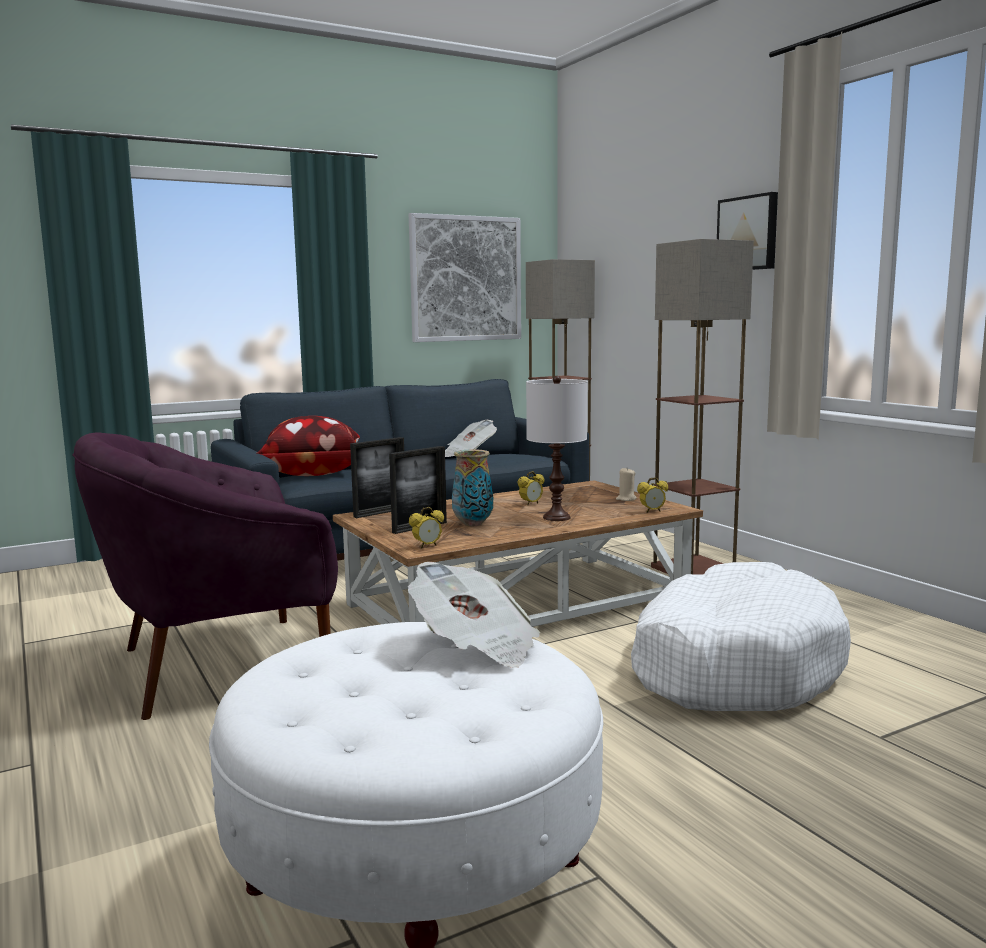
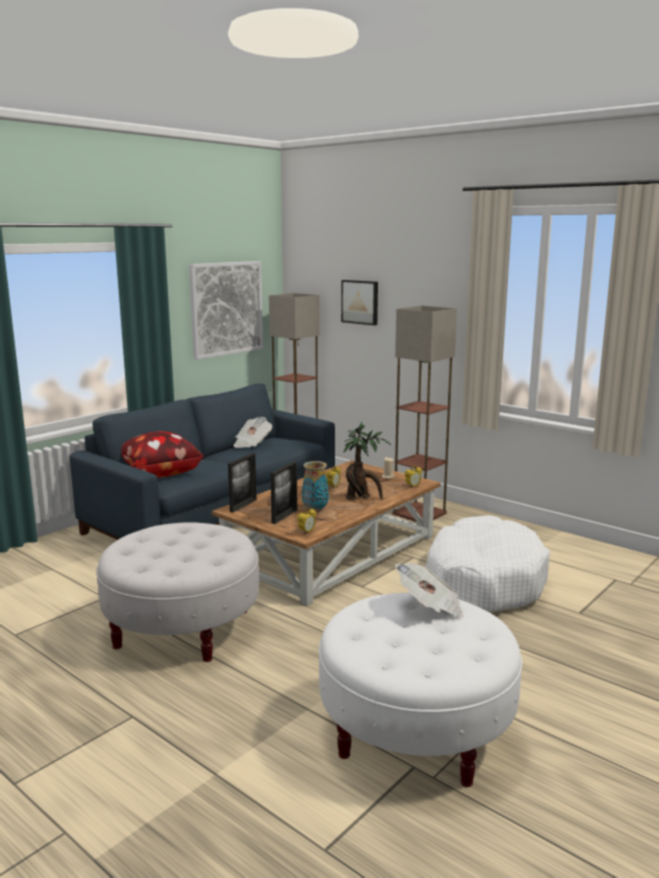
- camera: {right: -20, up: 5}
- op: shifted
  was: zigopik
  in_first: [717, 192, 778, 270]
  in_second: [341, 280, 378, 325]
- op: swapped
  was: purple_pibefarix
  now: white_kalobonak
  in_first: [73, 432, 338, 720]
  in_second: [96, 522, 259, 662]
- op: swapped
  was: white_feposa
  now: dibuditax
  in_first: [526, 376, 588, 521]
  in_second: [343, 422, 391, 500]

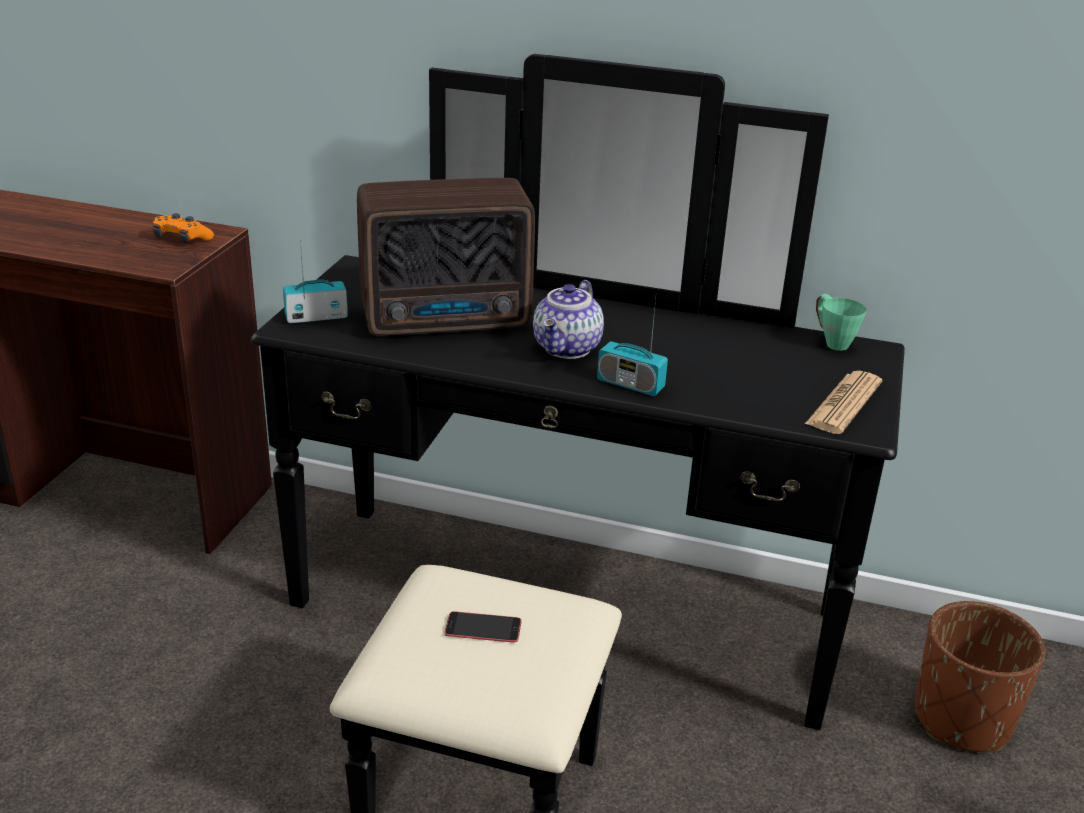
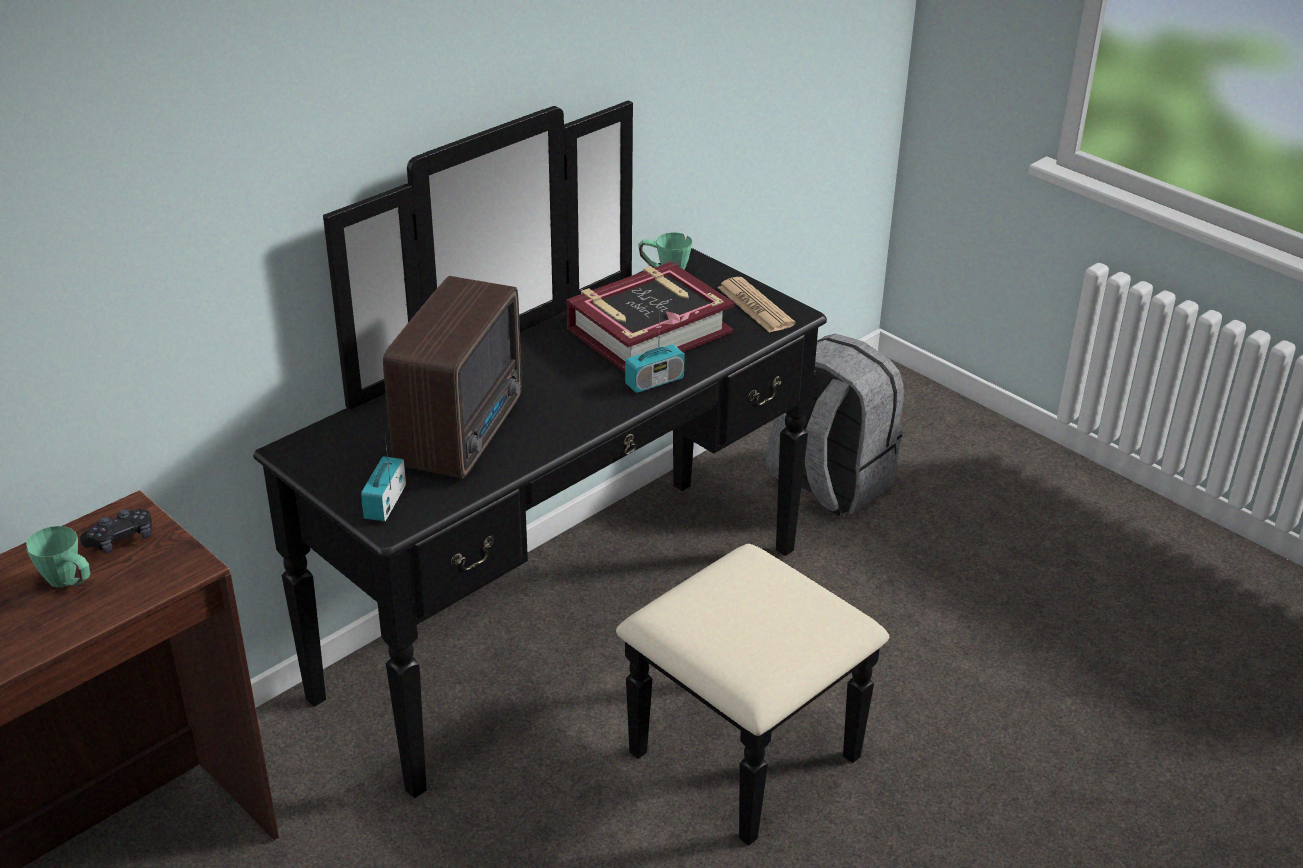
- camera: {right: -60, up: 5}
- op: gone
  was: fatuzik
  in_first: [445, 611, 521, 643]
- op: gone
  was: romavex
  in_first: [533, 280, 604, 359]
- op: new
  now: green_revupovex
  in_second: [26, 526, 90, 587]
- op: new
  now: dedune
  in_second: [567, 262, 735, 372]
- op: swapped
  was: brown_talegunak
  now: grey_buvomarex
  in_first: [915, 601, 1045, 752]
  in_second: [766, 334, 904, 516]
- op: repainted
  was: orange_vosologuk
  now: black_vosologuk
  in_first: [153, 213, 214, 242]
  in_second: [80, 509, 152, 554]

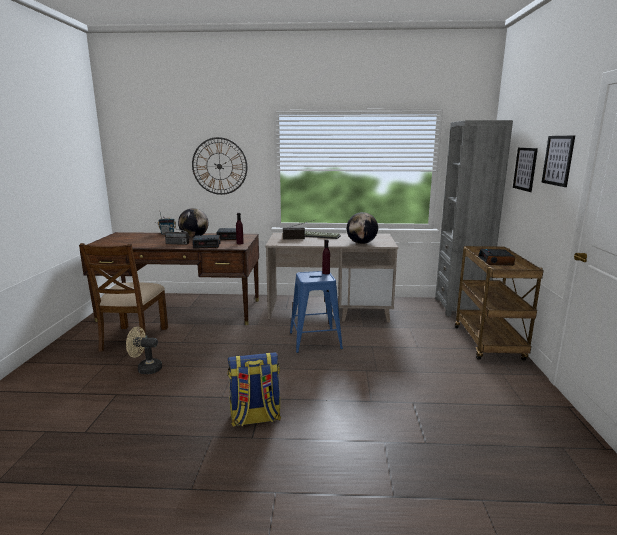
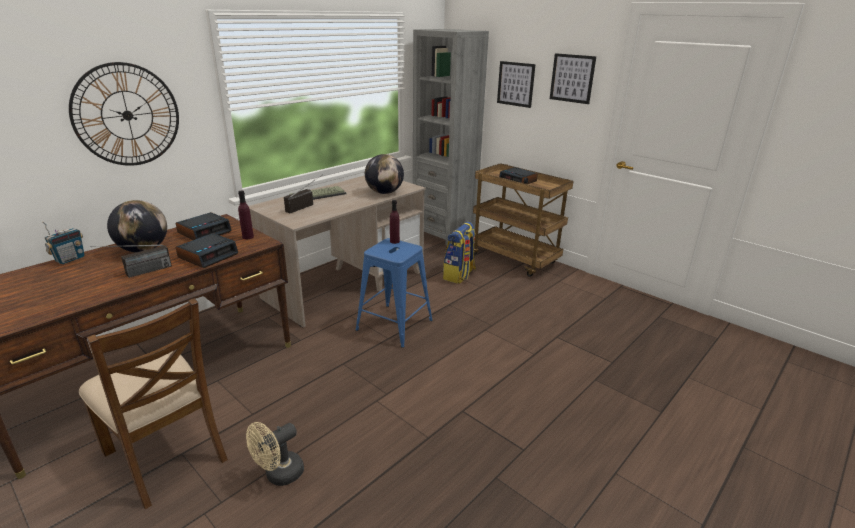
- camera: {right: -50, up: 10}
- op: shifted
  was: buvomarex
  in_first: [228, 352, 281, 427]
  in_second: [443, 222, 476, 284]

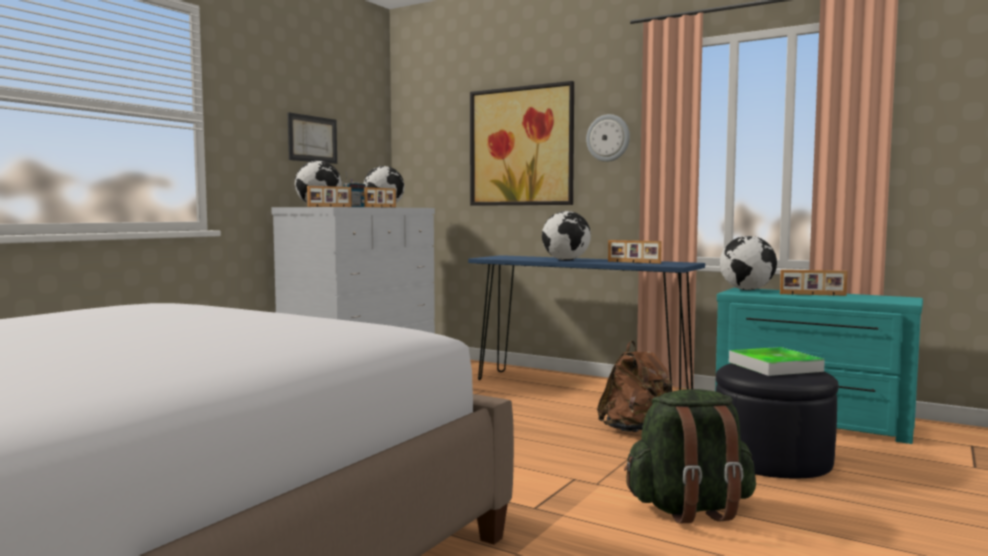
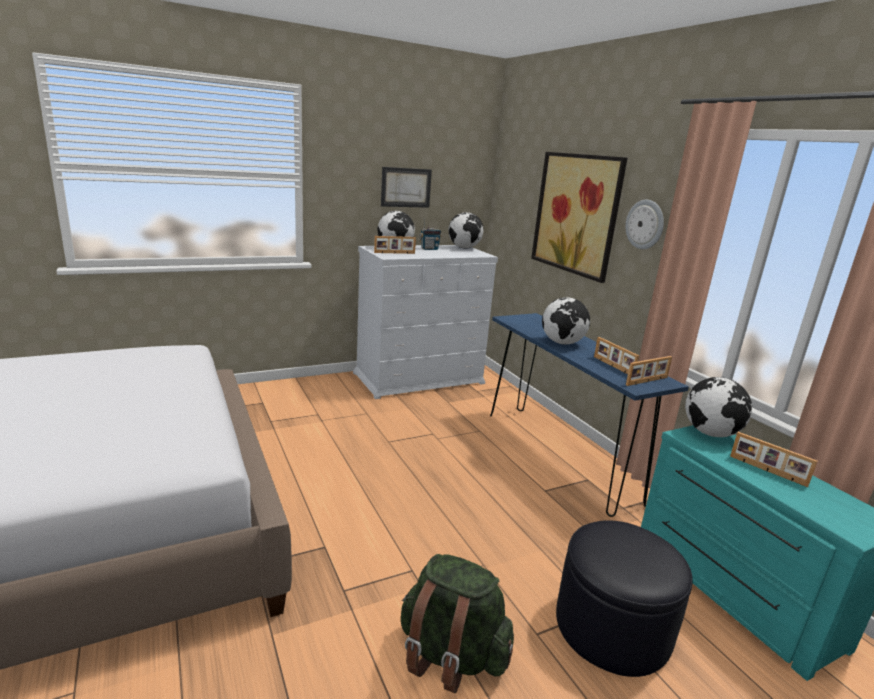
- camera: {right: 30, up: 15}
- op: gone
  was: brown_buvomarex
  in_first: [597, 341, 672, 432]
- op: gone
  was: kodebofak
  in_first: [729, 347, 825, 376]
- op: shifted
  was: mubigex
  in_first: [364, 187, 396, 207]
  in_second: [626, 356, 672, 386]

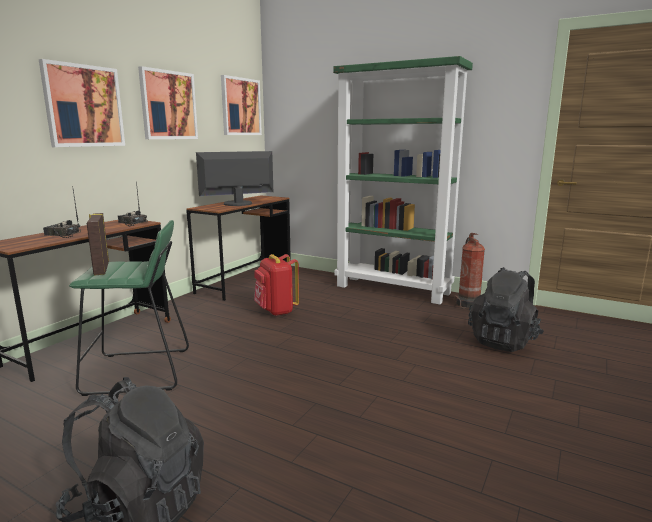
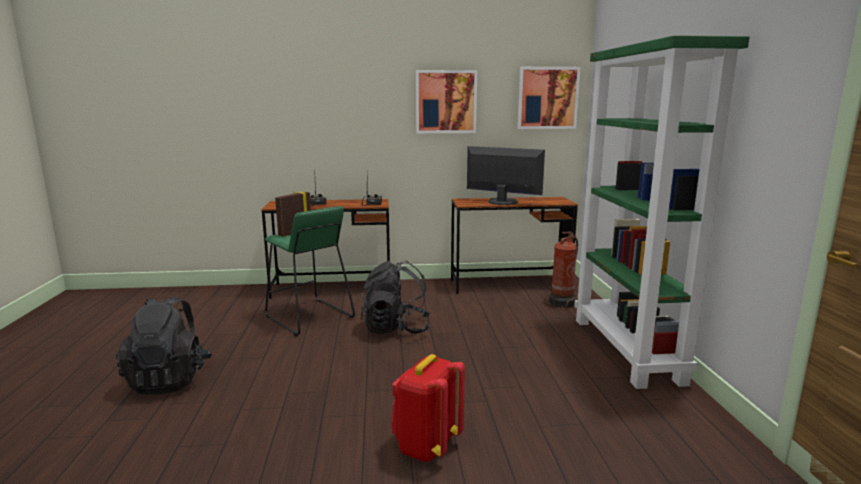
- camera: {right: 55, up: 0}
- op: gone
  was: zigopik
  in_first: [39, 59, 125, 147]
- op: shifted
  was: red_buvomarex
  in_first: [254, 254, 299, 316]
  in_second: [391, 354, 465, 462]
- op: shifted
  was: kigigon
  in_first: [454, 233, 485, 308]
  in_second: [546, 232, 578, 309]
- op: shifted
  was: black_buvomarex
  in_first: [468, 267, 544, 352]
  in_second: [361, 261, 431, 334]

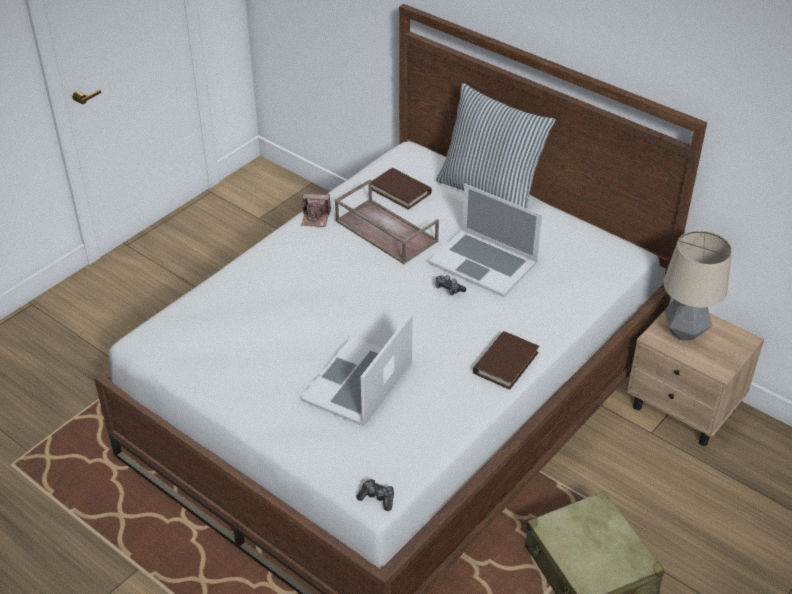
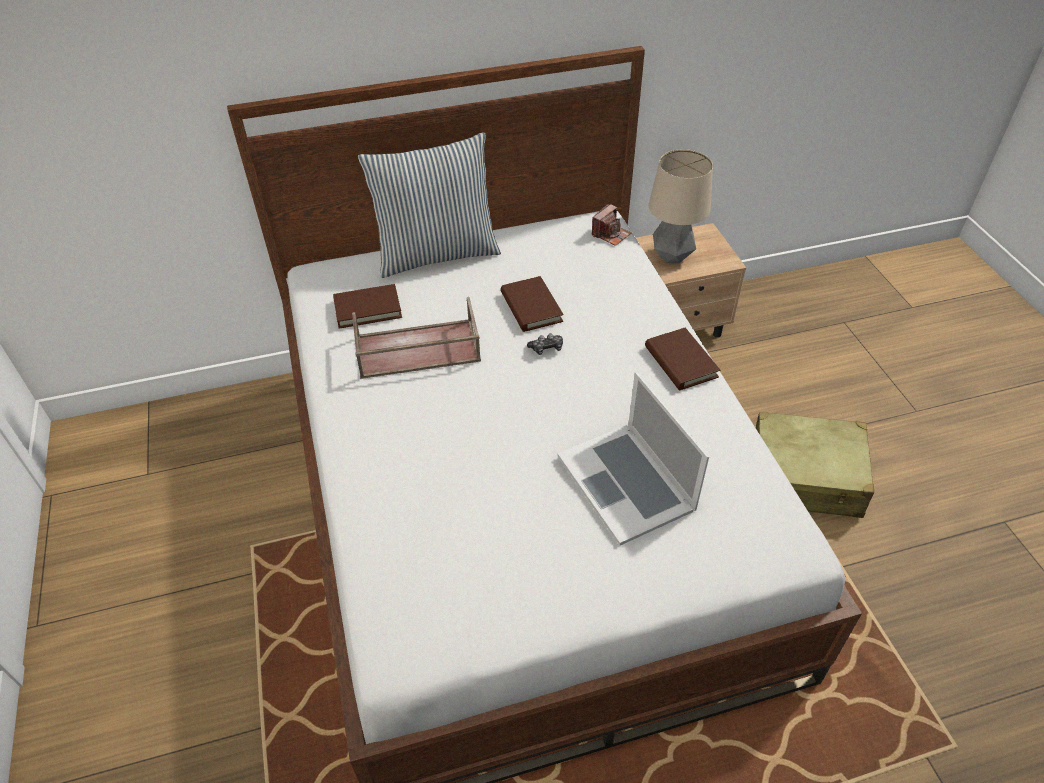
- camera: {right: -55, up: 5}
- op: gone
  was: vosologuk
  in_first: [356, 479, 394, 511]
- op: shifted
  was: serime
  in_first: [301, 193, 331, 227]
  in_second: [592, 204, 631, 246]
- op: swapped
  was: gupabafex
  now: brown_dedune
  in_first: [428, 184, 542, 297]
  in_second: [501, 276, 563, 332]

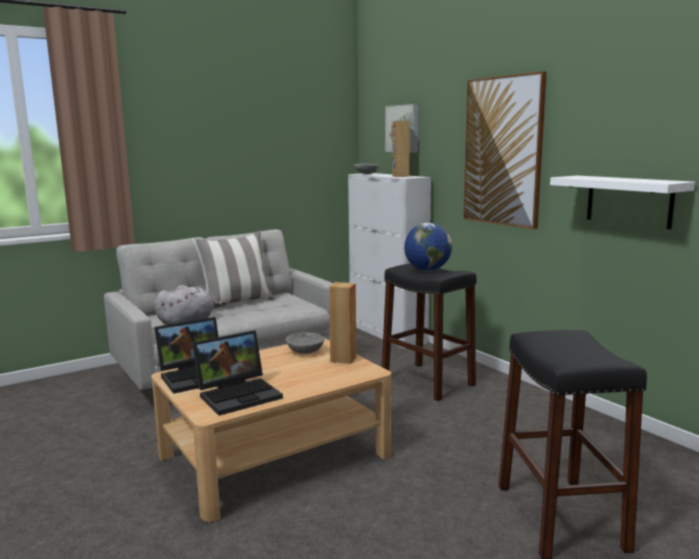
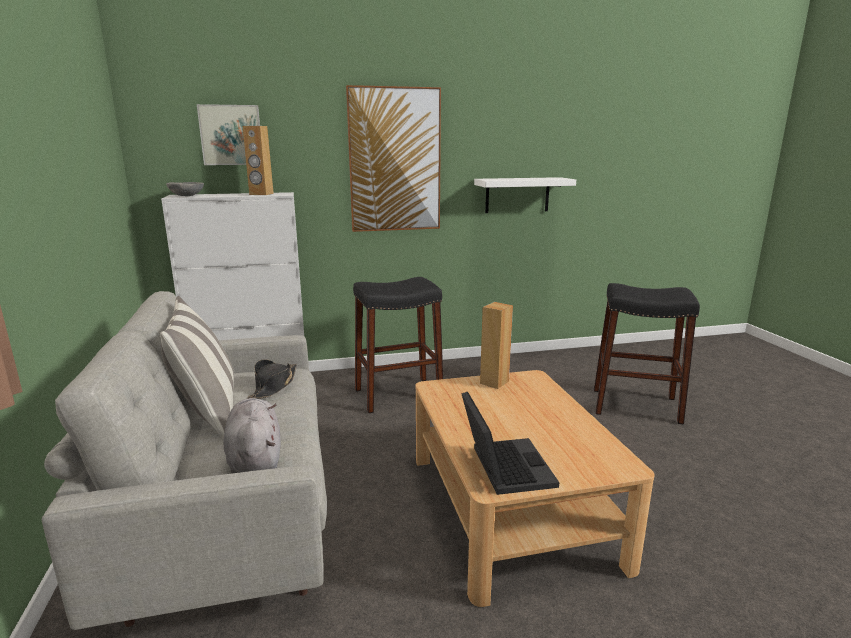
- camera: {right: -70, up: 5}
- op: gone
  was: gupabafex
  in_first: [192, 330, 283, 416]
- op: gone
  was: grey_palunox
  in_first: [286, 332, 324, 354]
- op: gone
  was: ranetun
  in_first: [404, 223, 452, 271]
- op: new
  now: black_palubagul
  in_second: [247, 359, 297, 399]

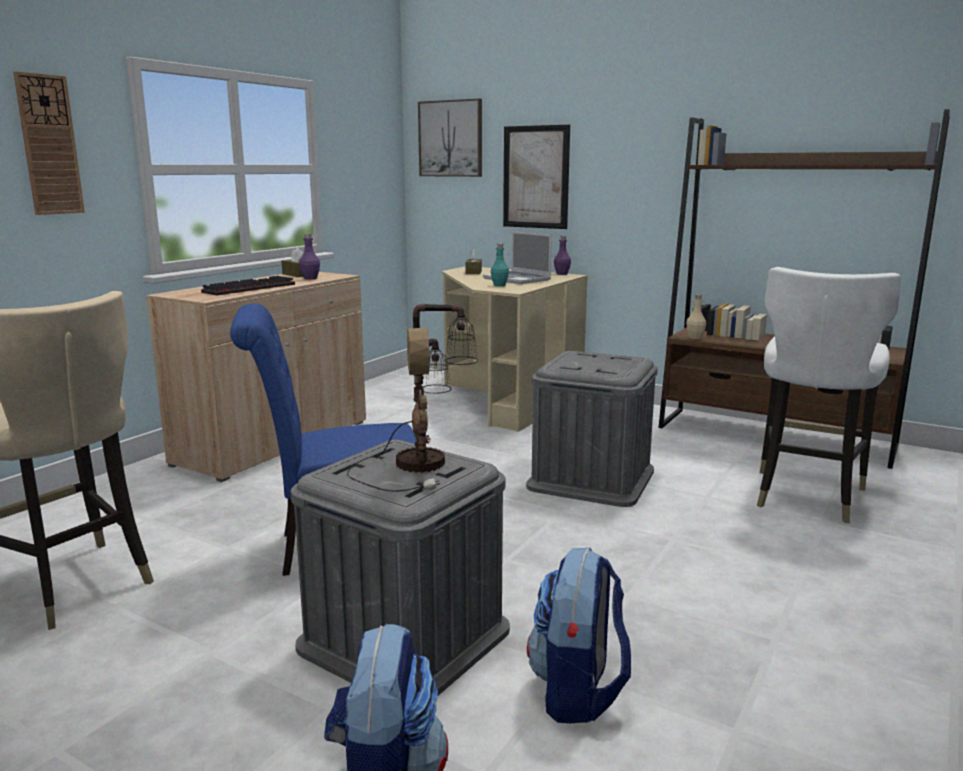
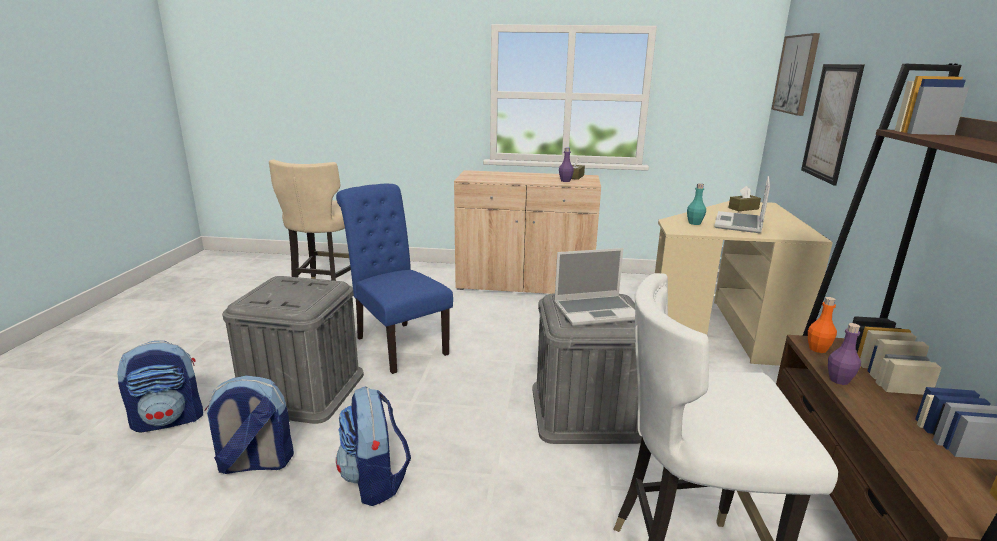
- camera: {right: 65, up: 5}
- op: gone
  was: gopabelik
  in_first: [13, 71, 85, 215]
- op: gone
  was: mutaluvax
  in_first: [201, 276, 295, 296]
- op: gone
  was: feposa
  in_first: [347, 304, 478, 492]
- op: new
  now: buvomarex
  in_second: [336, 386, 411, 506]
- op: new
  now: gupabafex
  in_second: [554, 248, 635, 327]
- op: shifted
  was: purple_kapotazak
  in_first: [554, 236, 571, 275]
  in_second: [828, 323, 861, 385]
- op: repainted
  was: beige_kapotazak
  now: orange_kapotazak
  in_first: [686, 294, 706, 339]
  in_second: [808, 297, 837, 353]

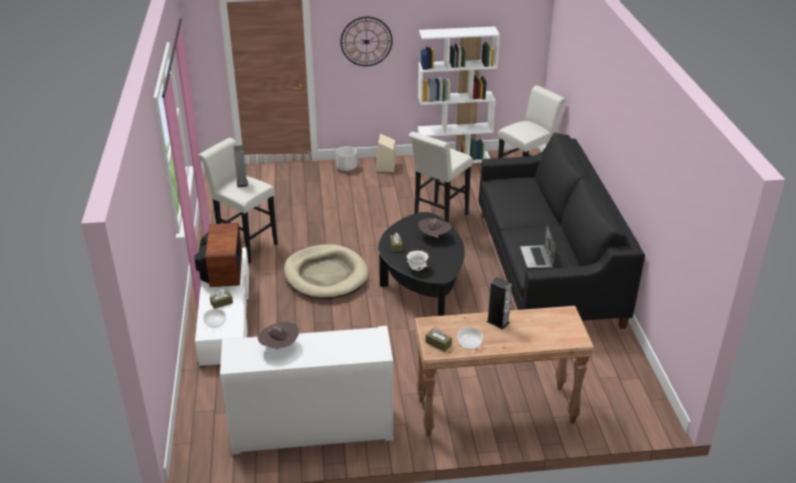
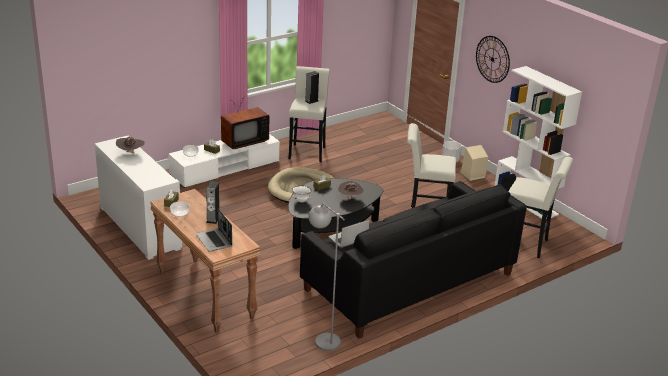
- camera: {right: 60, up: -5}
- op: new
  now: gupabafex
  in_second: [196, 209, 232, 252]
- op: new
  now: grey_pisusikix
  in_second: [308, 202, 345, 351]

